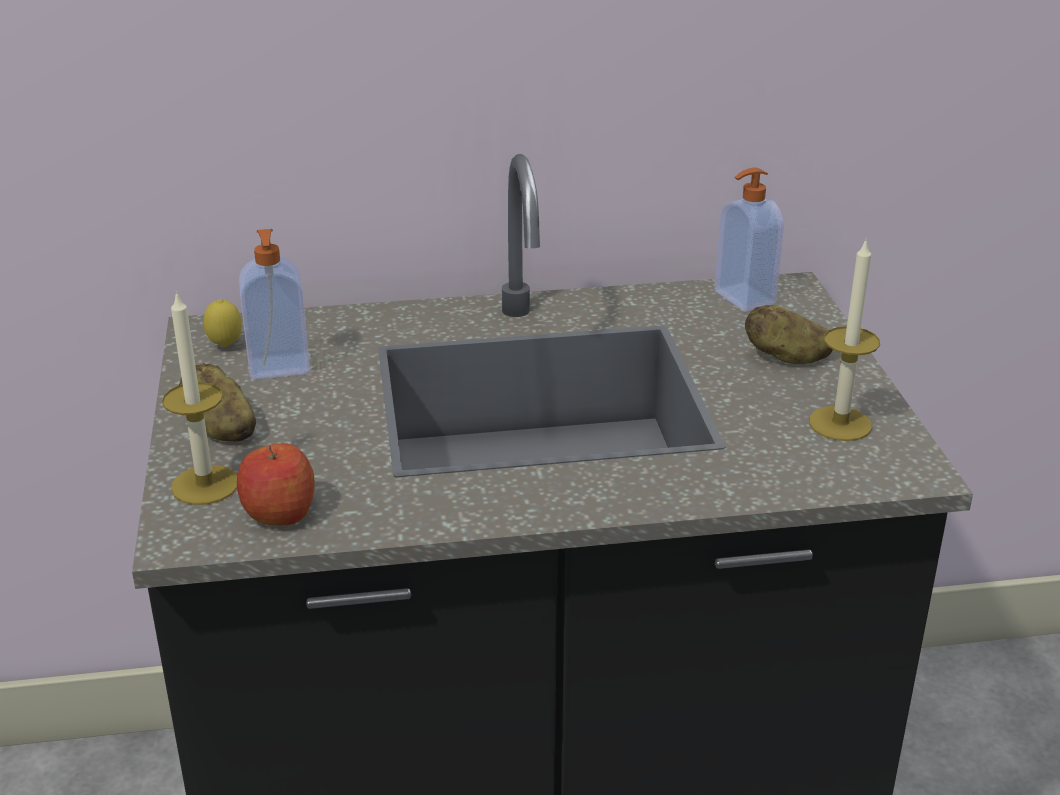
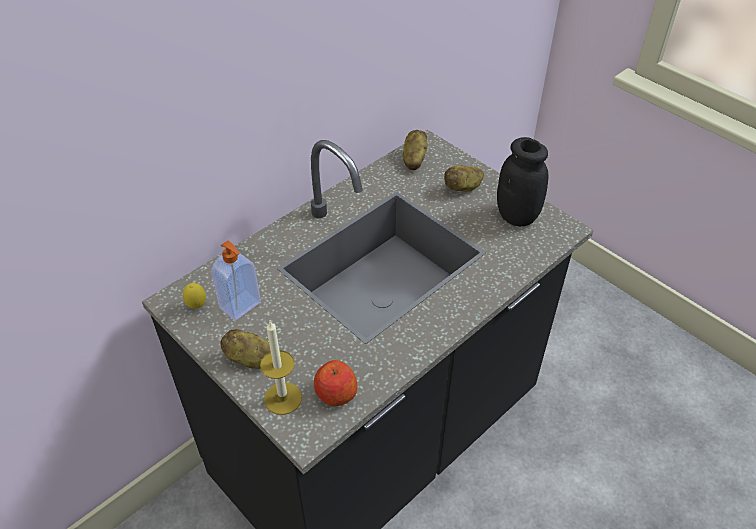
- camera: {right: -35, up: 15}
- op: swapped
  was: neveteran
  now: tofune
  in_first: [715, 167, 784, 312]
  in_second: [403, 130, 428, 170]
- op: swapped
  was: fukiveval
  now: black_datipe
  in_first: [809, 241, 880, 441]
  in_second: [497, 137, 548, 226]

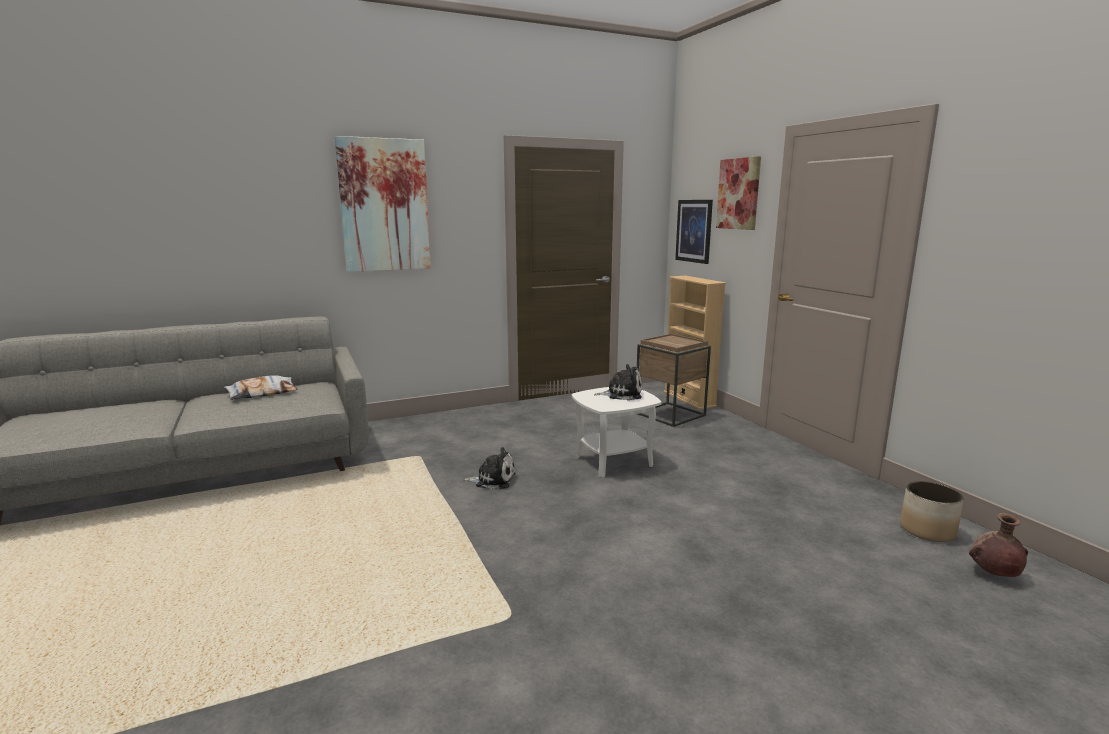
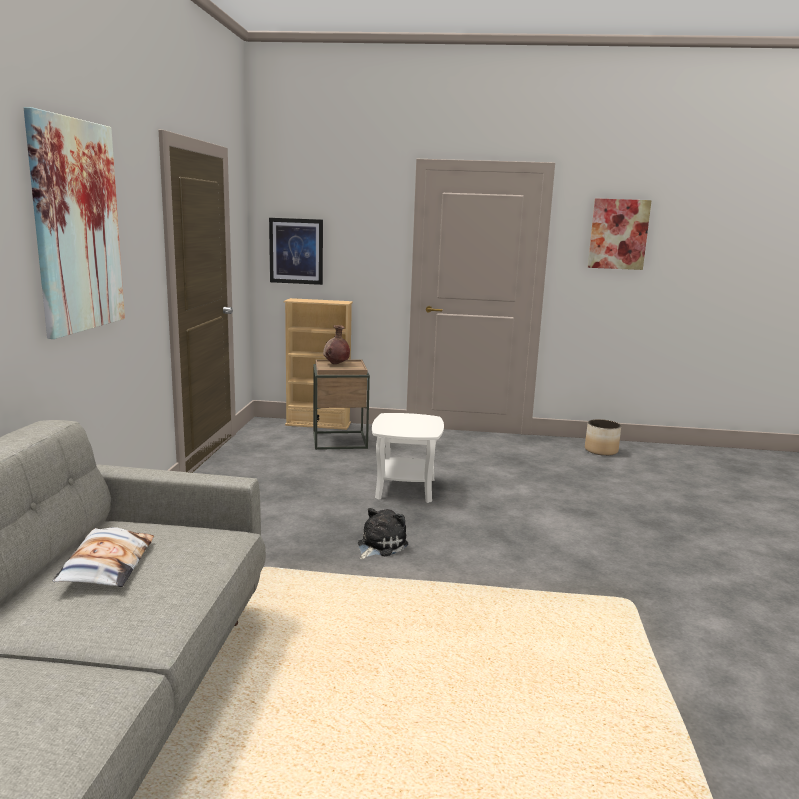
- camera: {right: -60, up: 0}
- op: gone
  was: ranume
  in_first: [594, 364, 642, 400]
- op: shifted
  was: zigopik
  in_first: [716, 156, 761, 230]
  in_second: [588, 198, 652, 270]
- op: shifted
  was: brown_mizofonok
  in_first: [969, 513, 1028, 577]
  in_second: [323, 325, 350, 364]

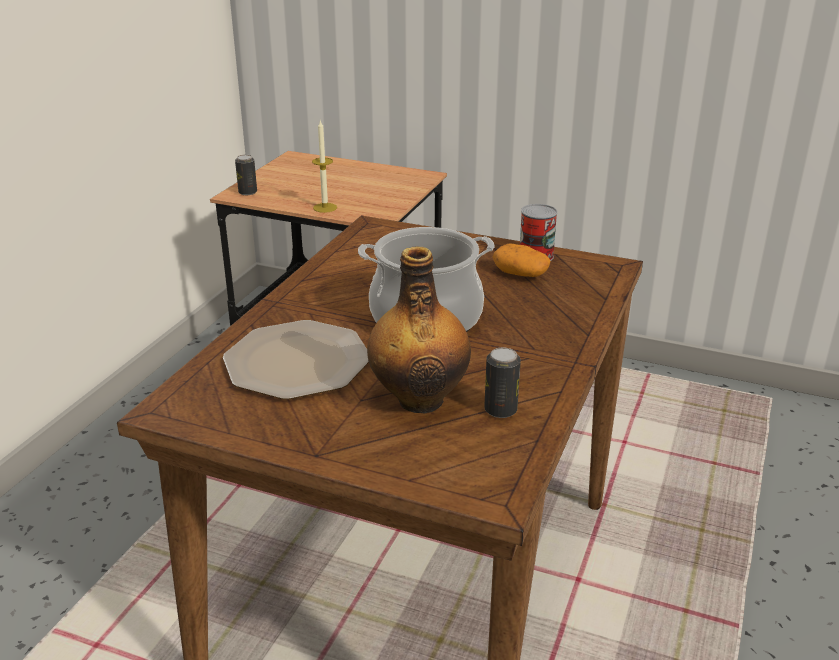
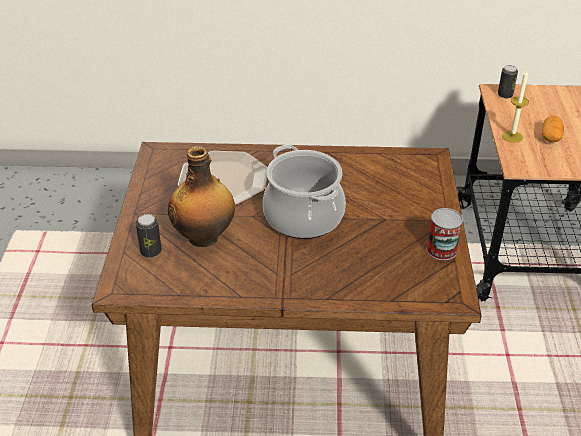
- camera: {right: 70, up: 10}
- op: shifted
  was: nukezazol
  in_first: [484, 347, 521, 418]
  in_second: [136, 214, 162, 257]
- op: shifted
  was: tofune
  in_first: [493, 244, 550, 277]
  in_second: [542, 116, 564, 142]

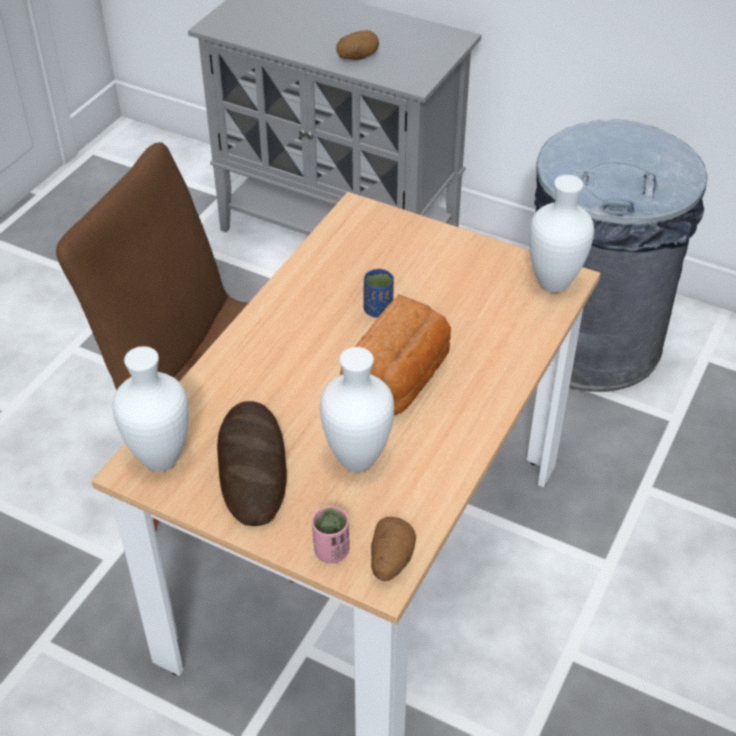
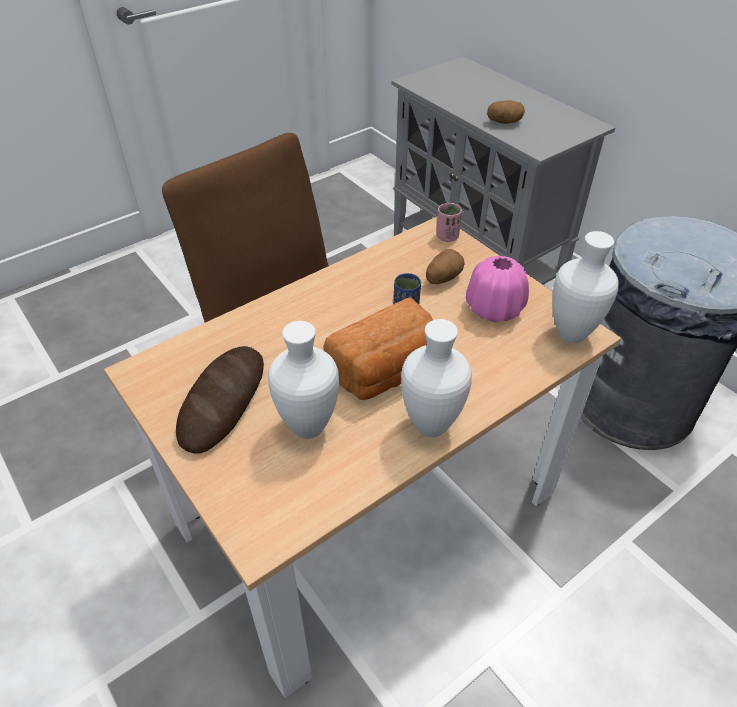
- camera: {right: 25, up: 0}
- op: new
  now: pink_mizofonok
  in_second: [466, 256, 529, 322]
- op: shifted
  was: white_mizofonok
  in_first: [112, 346, 189, 472]
  in_second: [401, 319, 472, 437]
- op: shifted
  was: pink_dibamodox
  in_first: [312, 506, 349, 564]
  in_second: [436, 203, 462, 242]
- op: shifted
  was: tofune
  in_first: [371, 517, 416, 581]
  in_second: [426, 249, 465, 284]

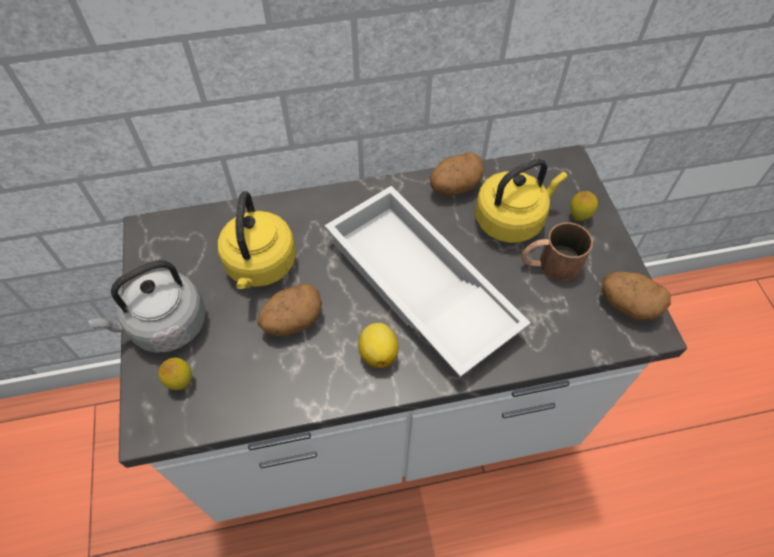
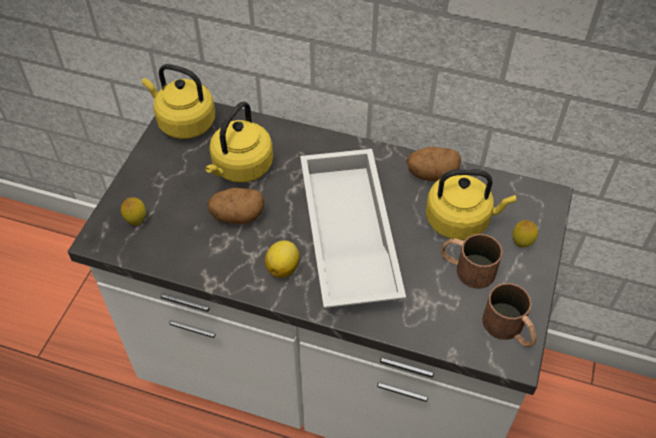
- camera: {right: 30, up: -5}
- op: gone
  was: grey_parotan
  in_first: [88, 260, 206, 353]
- op: new
  now: yellow_parotan
  in_second: [142, 64, 215, 139]
- op: swapped
  was: tofune
  now: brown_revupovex
  in_first: [602, 271, 671, 321]
  in_second: [482, 283, 537, 347]

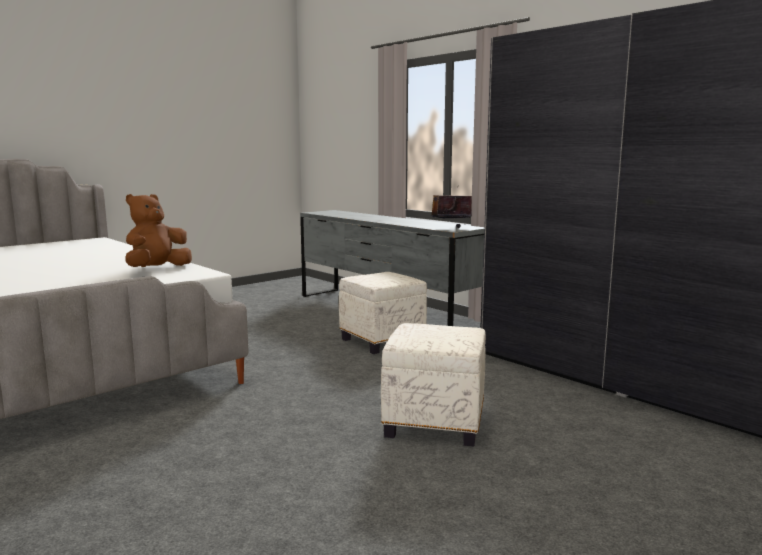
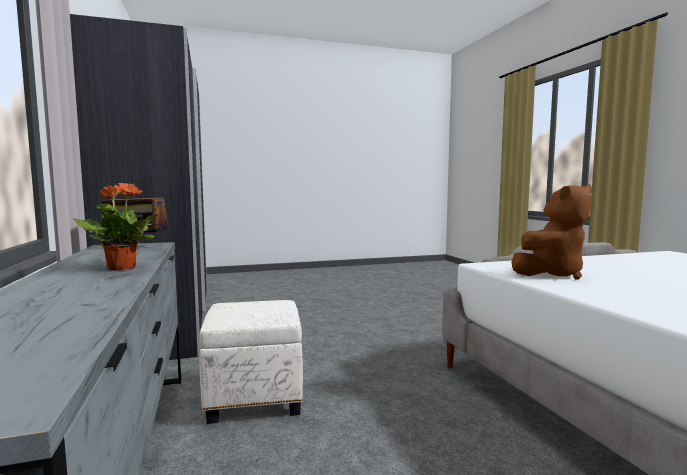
- camera: {right: -155, up: -5}
- op: gone
  was: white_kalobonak
  in_first: [381, 323, 486, 446]
- op: new
  now: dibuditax
  in_second: [73, 182, 157, 271]

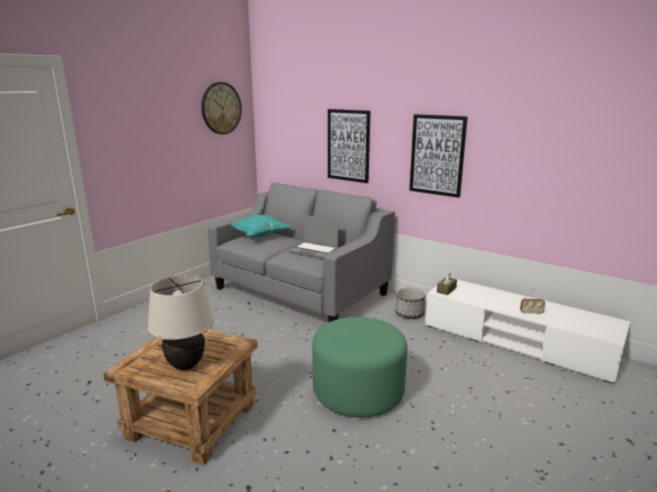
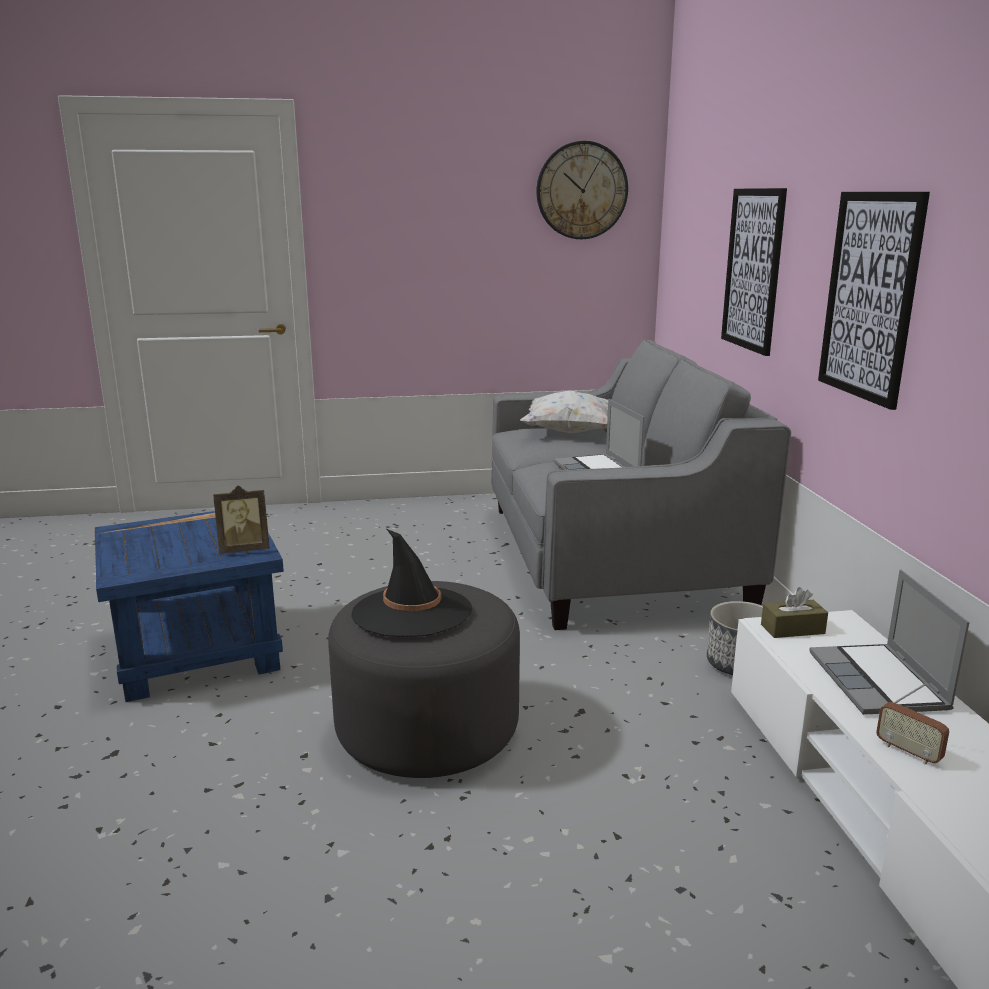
- camera: {right: 45, up: 0}
- op: gone
  was: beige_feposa
  in_first: [147, 275, 214, 370]
- op: new
  now: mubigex
  in_second: [213, 485, 269, 554]
- op: new
  now: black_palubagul
  in_second: [351, 529, 472, 637]
- op: new
  now: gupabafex
  in_second: [809, 569, 970, 715]
- op: repainted
  was: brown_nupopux
  now: blue_nupopux
  in_first: [103, 330, 258, 465]
  in_second: [94, 511, 284, 702]
- op: repainted
  was: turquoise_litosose
  now: white_litosose
  in_first: [231, 215, 291, 237]
  in_second: [520, 391, 608, 433]
- op: repainted
  was: green_kalobonak
  now: grey_kalobonak
  in_first: [312, 317, 407, 417]
  in_second: [328, 581, 520, 778]

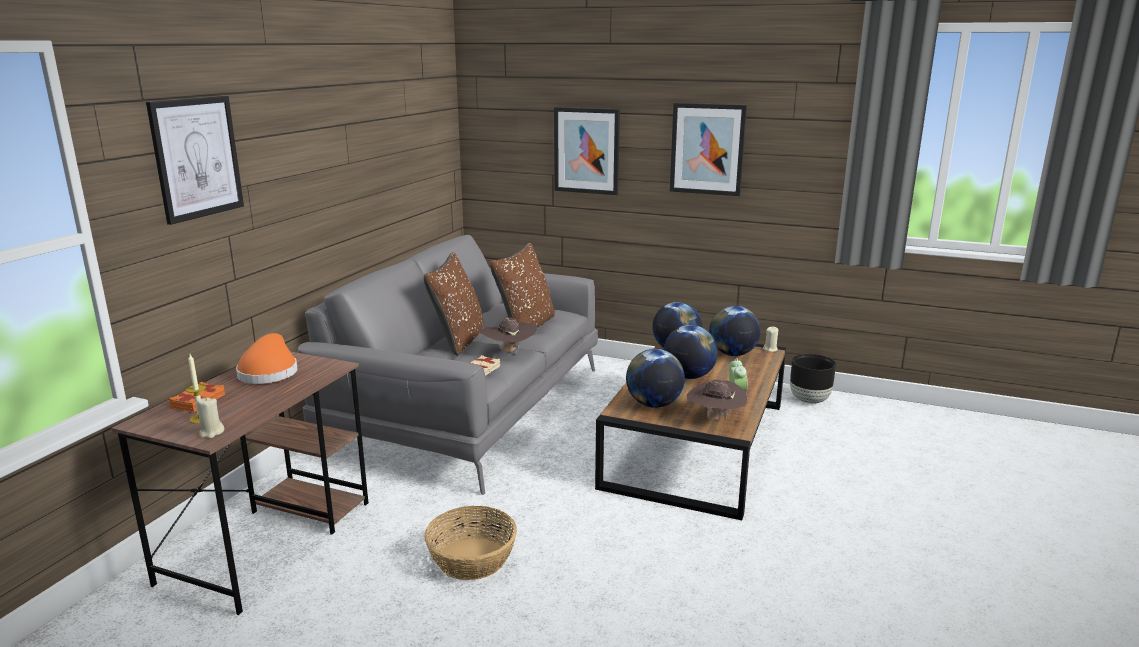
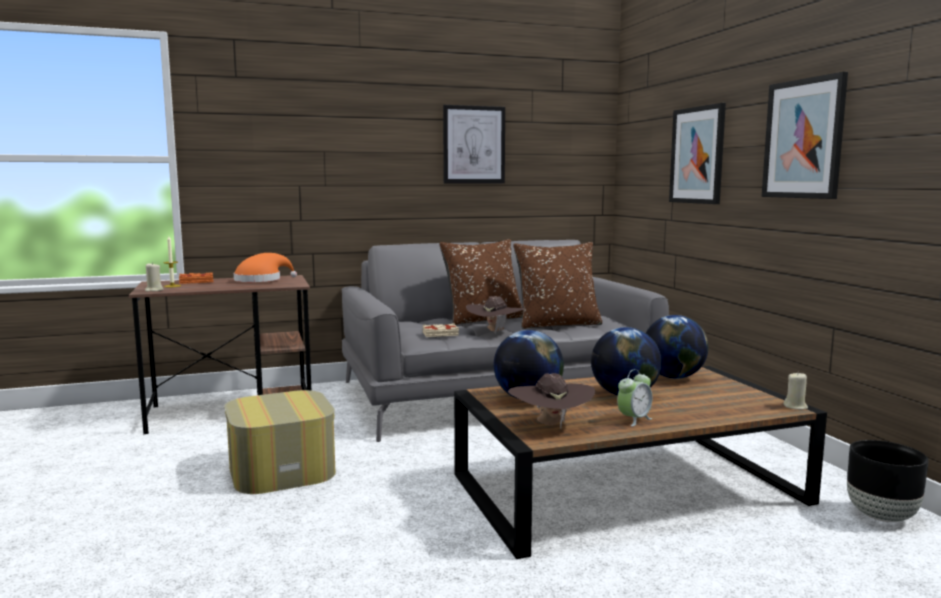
- camera: {right: 50, up: -10}
- op: gone
  was: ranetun
  in_first: [709, 306, 761, 356]
- op: shifted
  was: zigopik
  in_first: [146, 96, 244, 225]
  in_second: [443, 105, 505, 183]
- op: swapped
  was: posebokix
  now: kalobonak
  in_first: [424, 506, 517, 580]
  in_second: [224, 390, 336, 494]

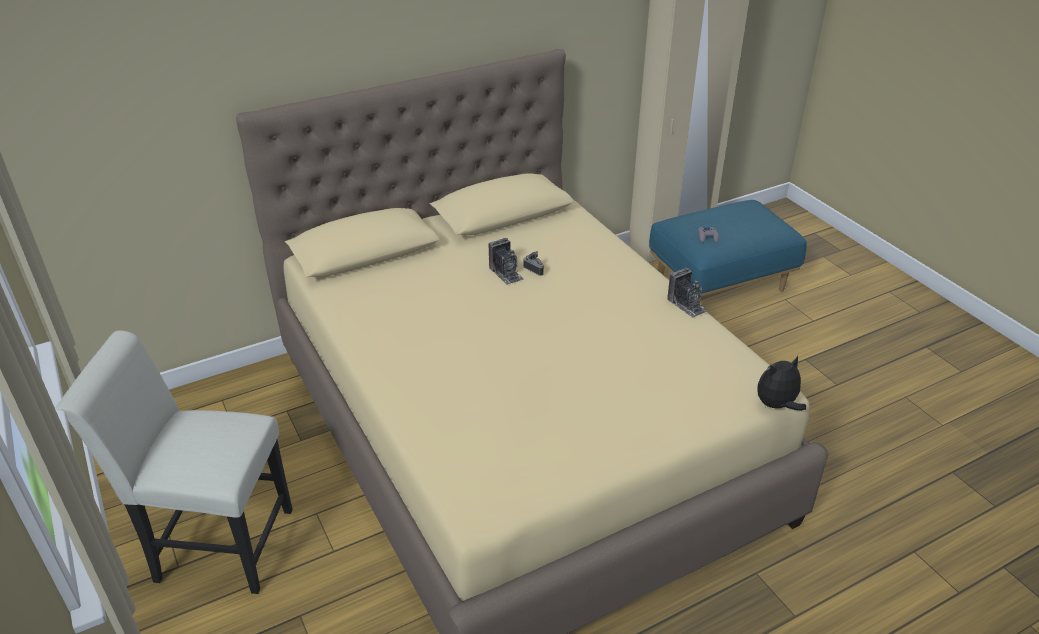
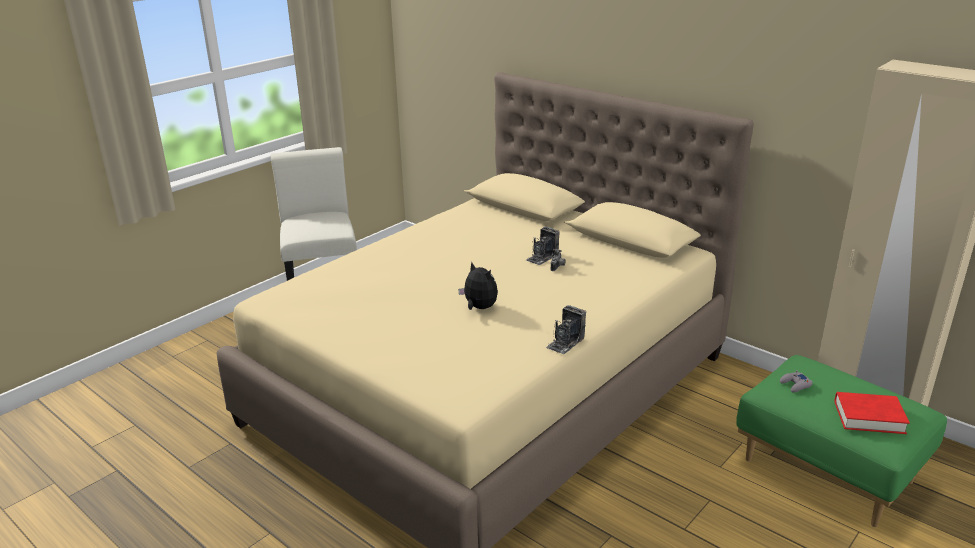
- camera: {right: 70, up: -10}
- op: new
  now: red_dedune
  in_second: [835, 392, 910, 434]
- op: shifted
  was: ranume
  in_first: [758, 356, 806, 411]
  in_second: [458, 262, 498, 310]
- op: repainted
  was: blue_kalobonak
  now: green_kalobonak
  in_first: [649, 200, 807, 304]
  in_second: [736, 355, 947, 527]

